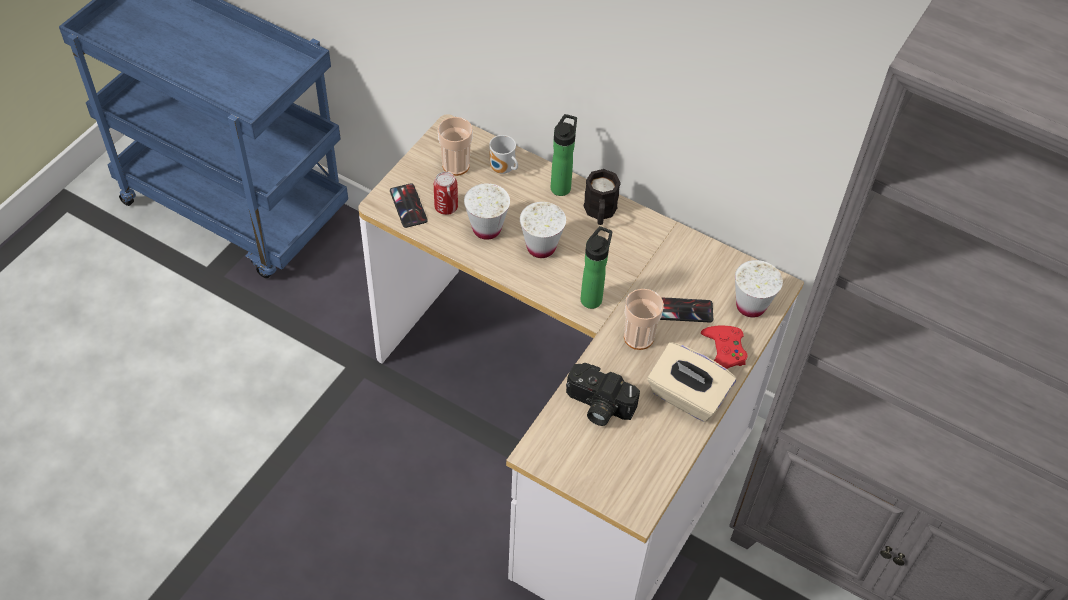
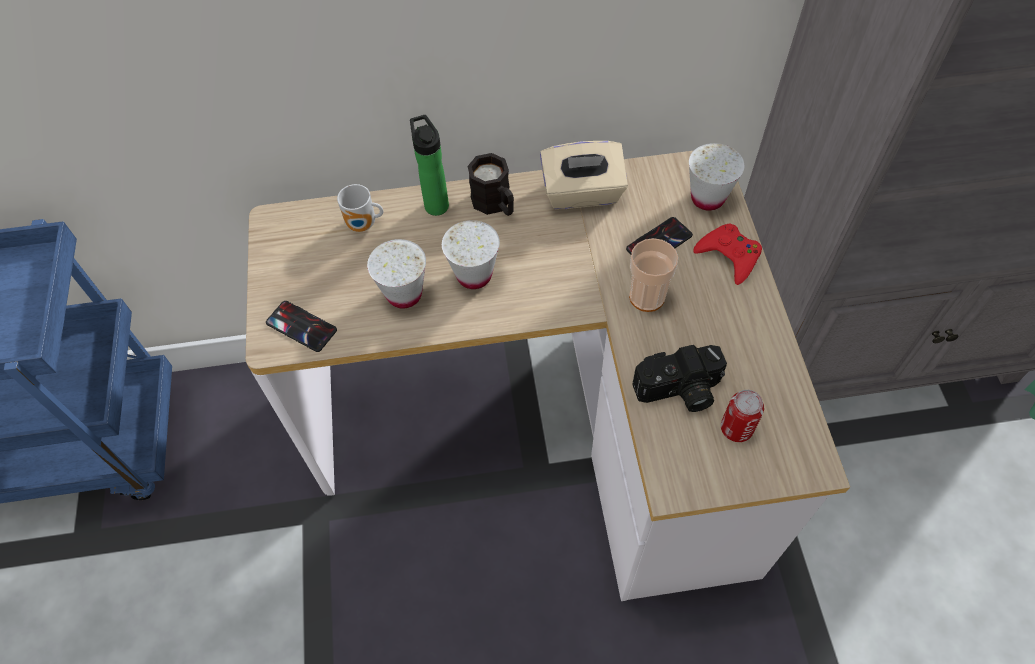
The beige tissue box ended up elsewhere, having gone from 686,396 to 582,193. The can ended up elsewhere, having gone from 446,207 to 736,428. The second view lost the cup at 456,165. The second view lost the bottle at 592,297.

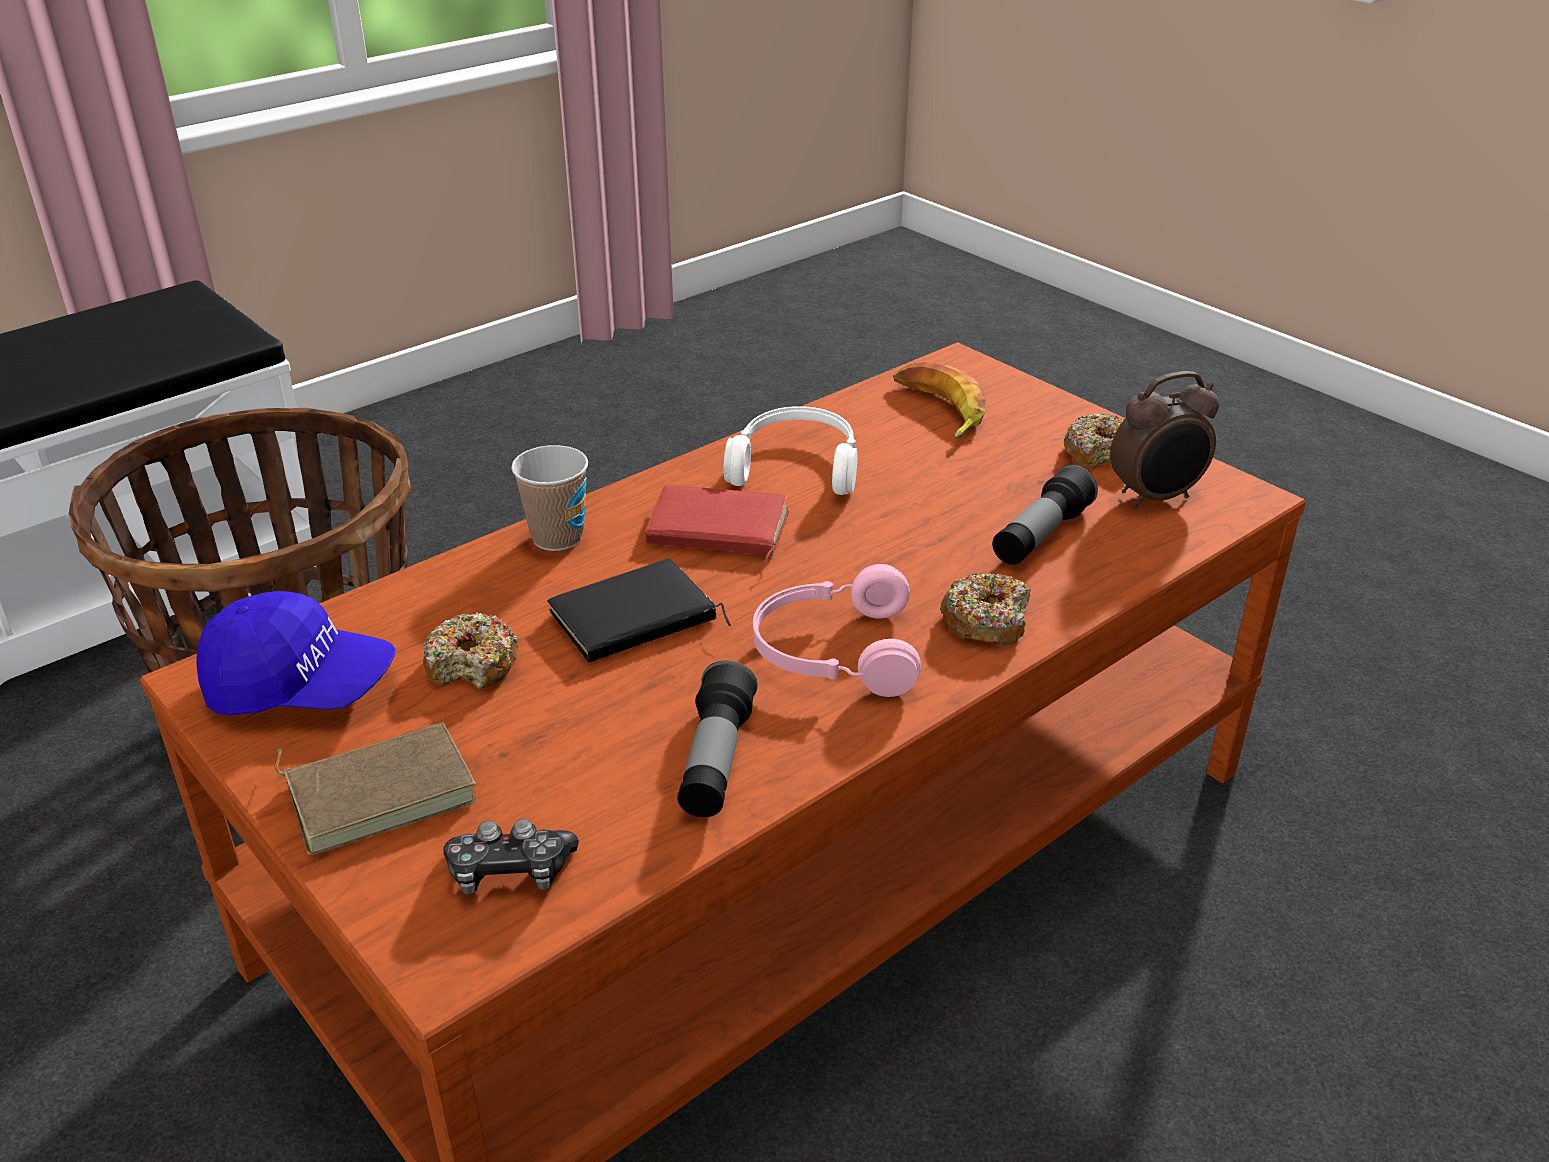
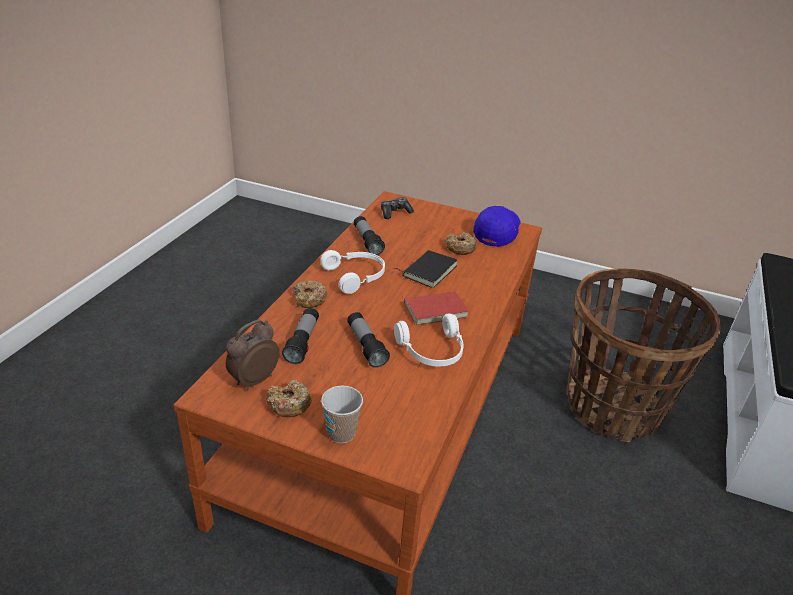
What was the pink headphones at 833,652 turned into the white headphones at 356,276. The cup ended up elsewhere, having gone from 557,537 to 341,433. The second view gained the flashlight at 366,346. The blue cap at 301,687 ended up facing another way, 135 degrees clockwise from before. The second view lost the brown book at 380,790. The second view lost the banana at 938,409.

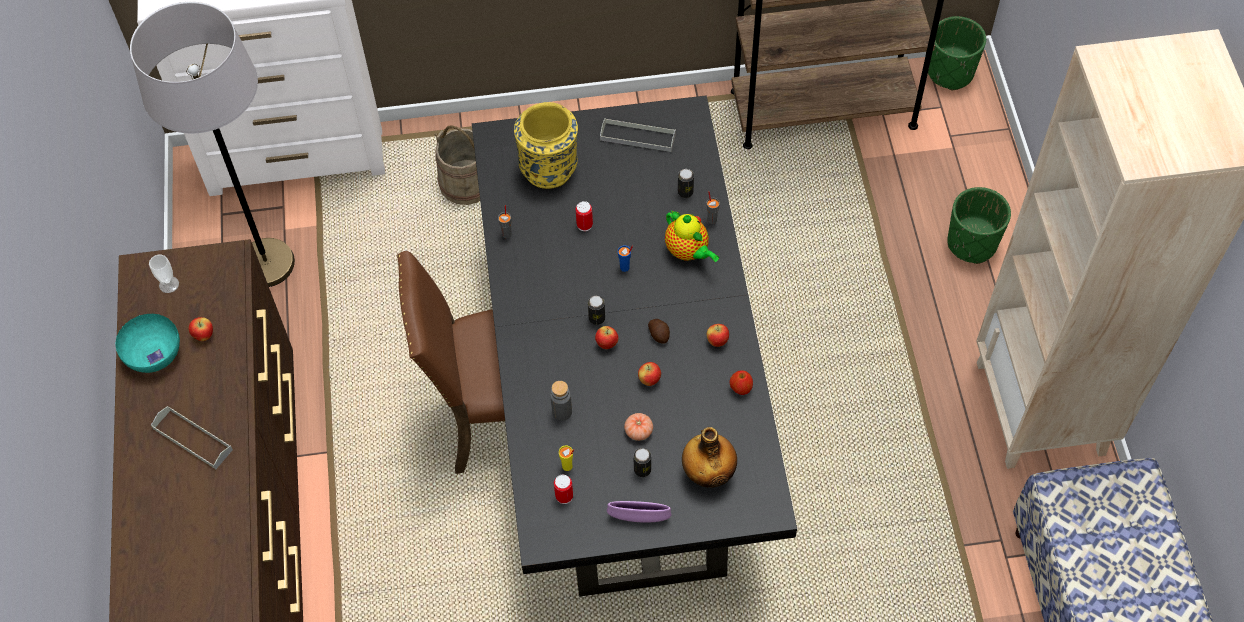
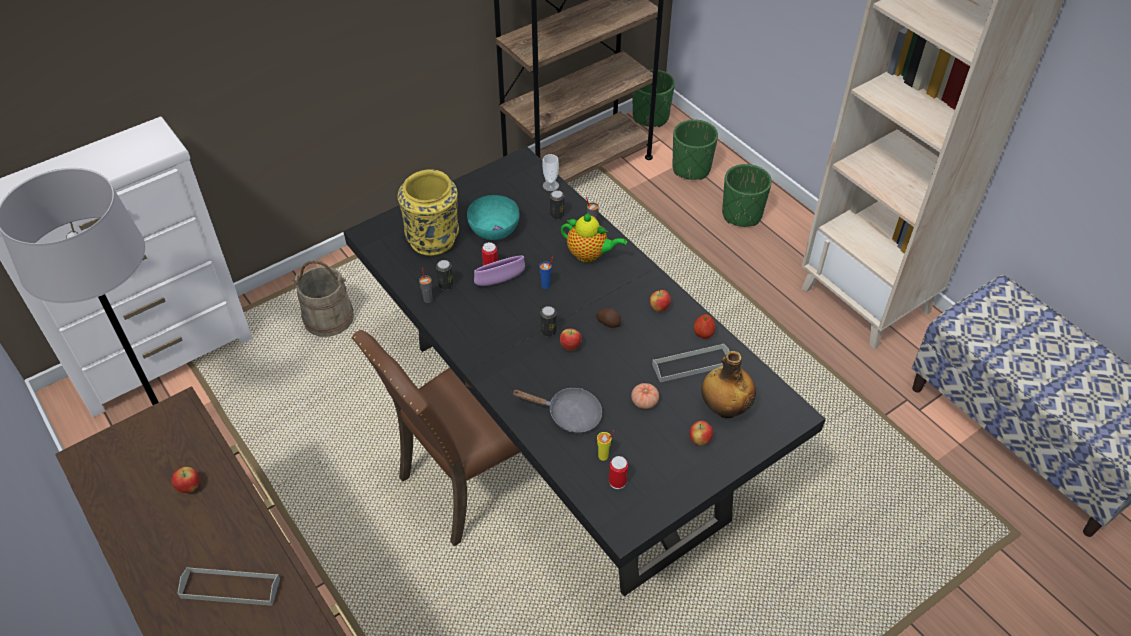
The can ended up elsewhere, having gone from 642,470 to 446,285. The turquoise bowl ended up elsewhere, having gone from 154,353 to 494,229. The purple bowl ended up elsewhere, having gone from 639,517 to 500,280. Where the grey bottle stood at 562,412, the grey frying pan came to stand at 568,415. The cup ended up elsewhere, having gone from 169,284 to 550,185. The grey tray ended up elsewhere, having gone from 638,137 to 691,365. The second view gained the green planter at 691,168. The apple ended up elsewhere, having gone from 649,380 to 699,440.

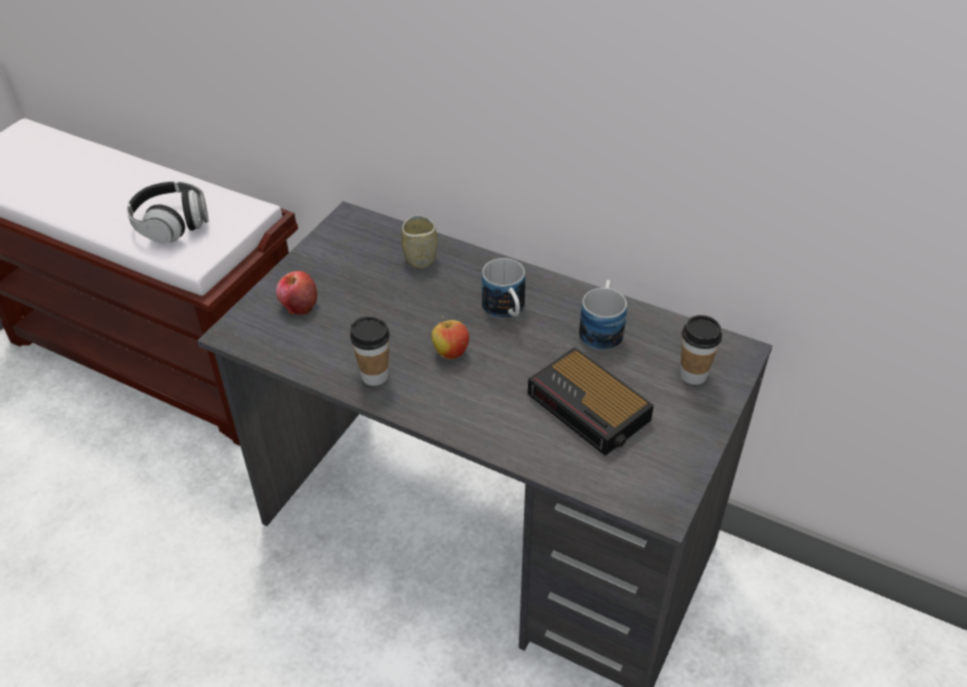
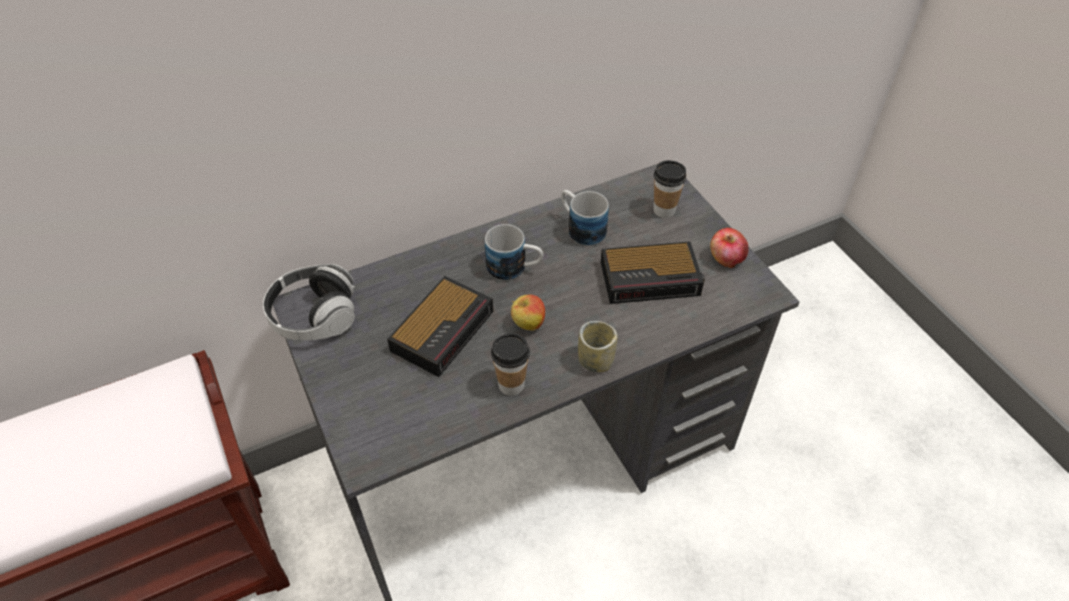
The headphones ended up elsewhere, having gone from 172,224 to 314,316. The second view gained the alarm clock at 444,329. The cup ended up elsewhere, having gone from 420,258 to 595,361. The apple ended up elsewhere, having gone from 299,305 to 726,258.

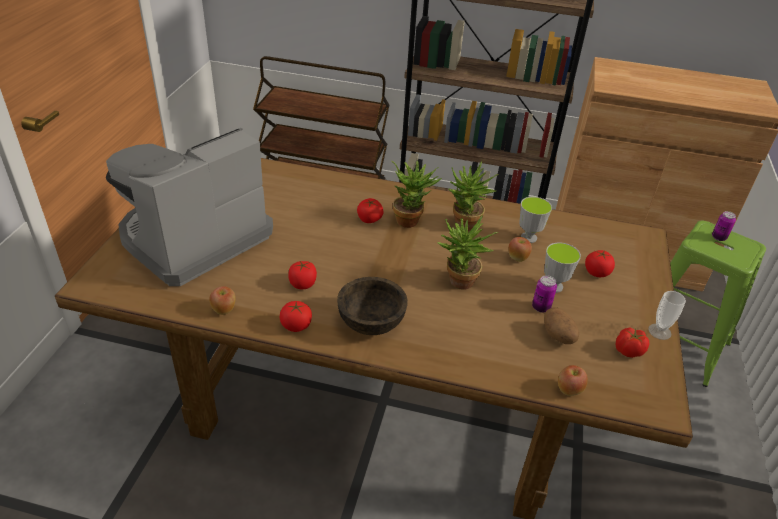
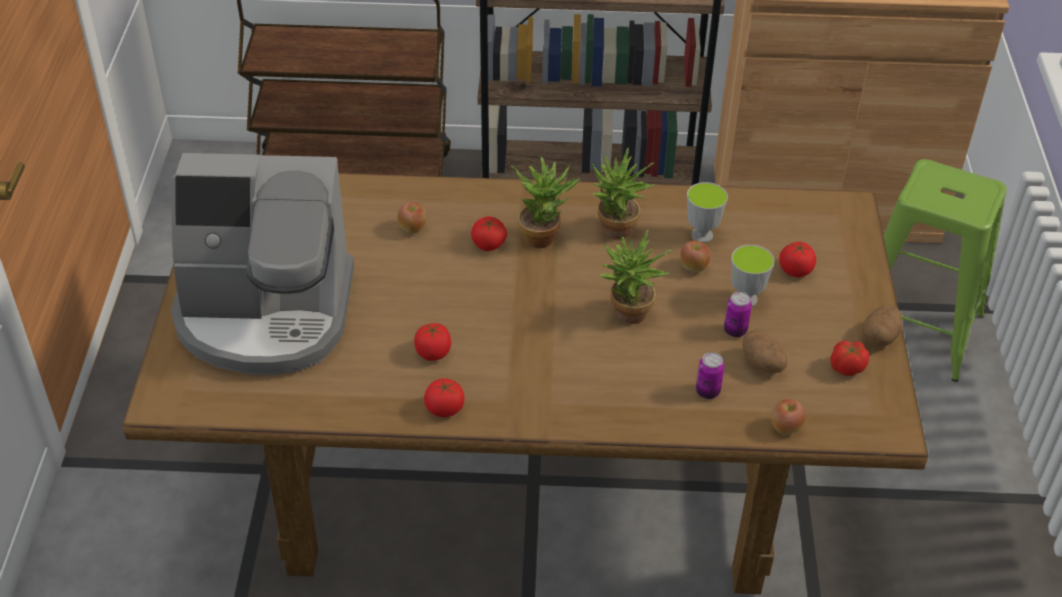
The coffee machine at 193,238 ended up facing another way, 120 degrees counterclockwise from before. The apple ended up elsewhere, having gone from 224,310 to 413,228. The can ended up elsewhere, having gone from 718,237 to 707,391. Where the cup stood at 659,331, the potato came to stand at 880,336. The second view lost the brown bowl at 371,322.

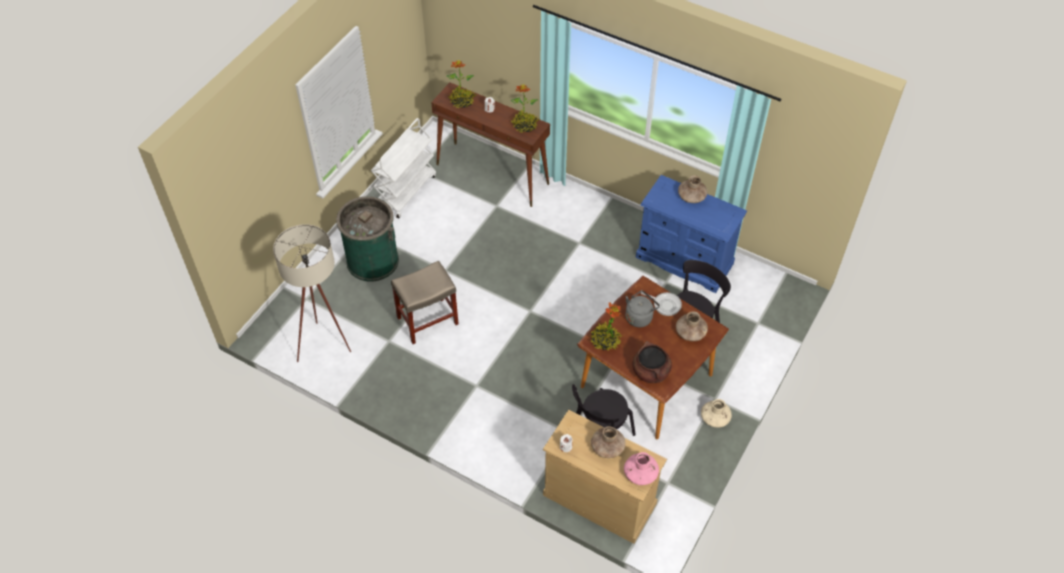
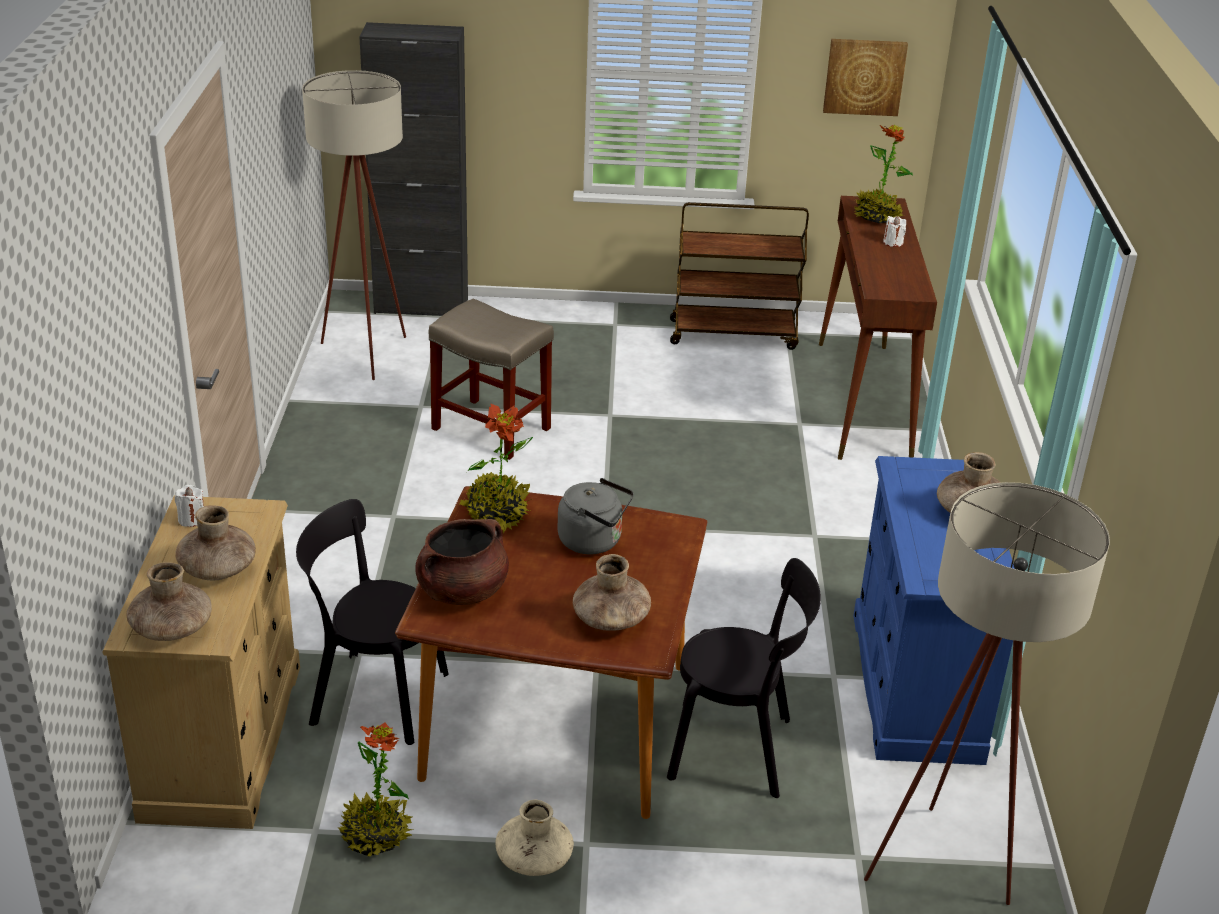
What was the pink vase at 640,473 turned into the brown vase at 172,628. The potted plant ended up elsewhere, having gone from 525,125 to 375,836. The second view gained the black cabinet at 421,306. What was the white cart at 406,191 turned into the brown cart at 734,334. The second view gained the picture at 864,76. The second view gained the beige floor lamp at 949,873. The second view lost the green trash can at 372,260. The second view lost the frying pan at 665,304.

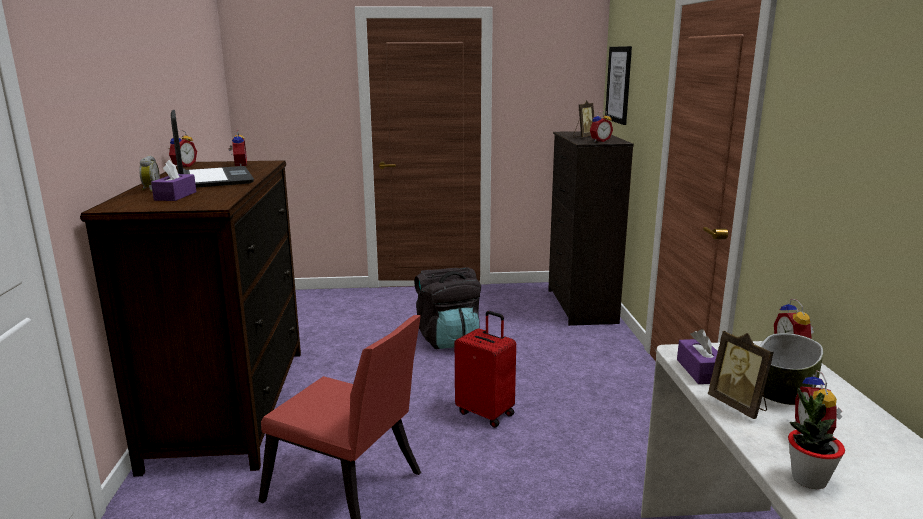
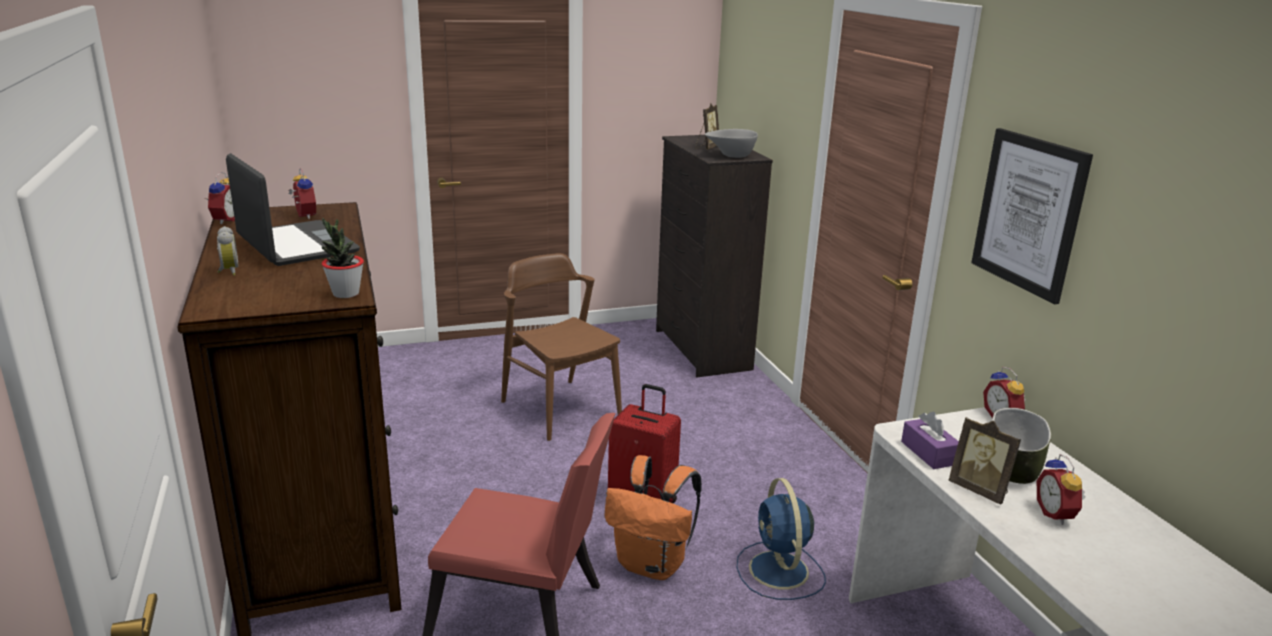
The potted plant ended up elsewhere, having gone from 808,479 to 345,294. Where the black backpack stood at 448,339, the brown chair came to stand at 560,409. The second view gained the orange backpack at 652,565. Where the alarm clock stood at 599,141, the grey bowl came to stand at 731,156. The second view gained the blue fan at 779,572. The picture ended up elsewhere, having gone from 619,84 to 1029,213. The second view lost the purple tissue box at 175,196.

